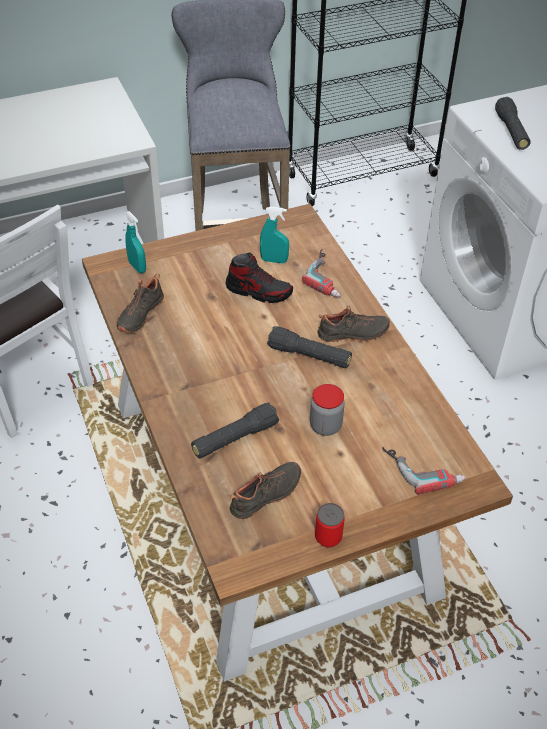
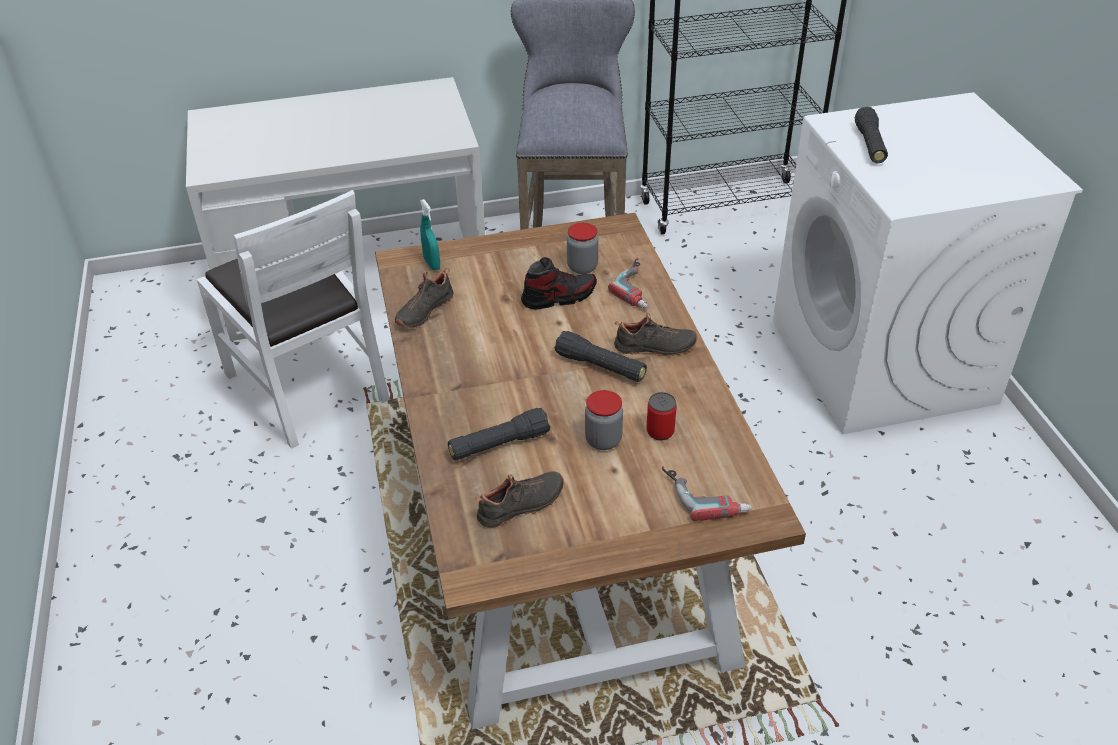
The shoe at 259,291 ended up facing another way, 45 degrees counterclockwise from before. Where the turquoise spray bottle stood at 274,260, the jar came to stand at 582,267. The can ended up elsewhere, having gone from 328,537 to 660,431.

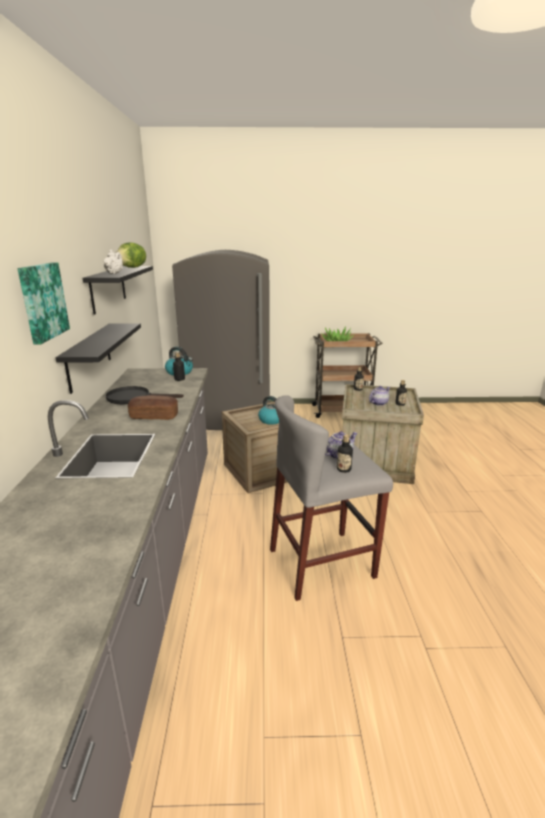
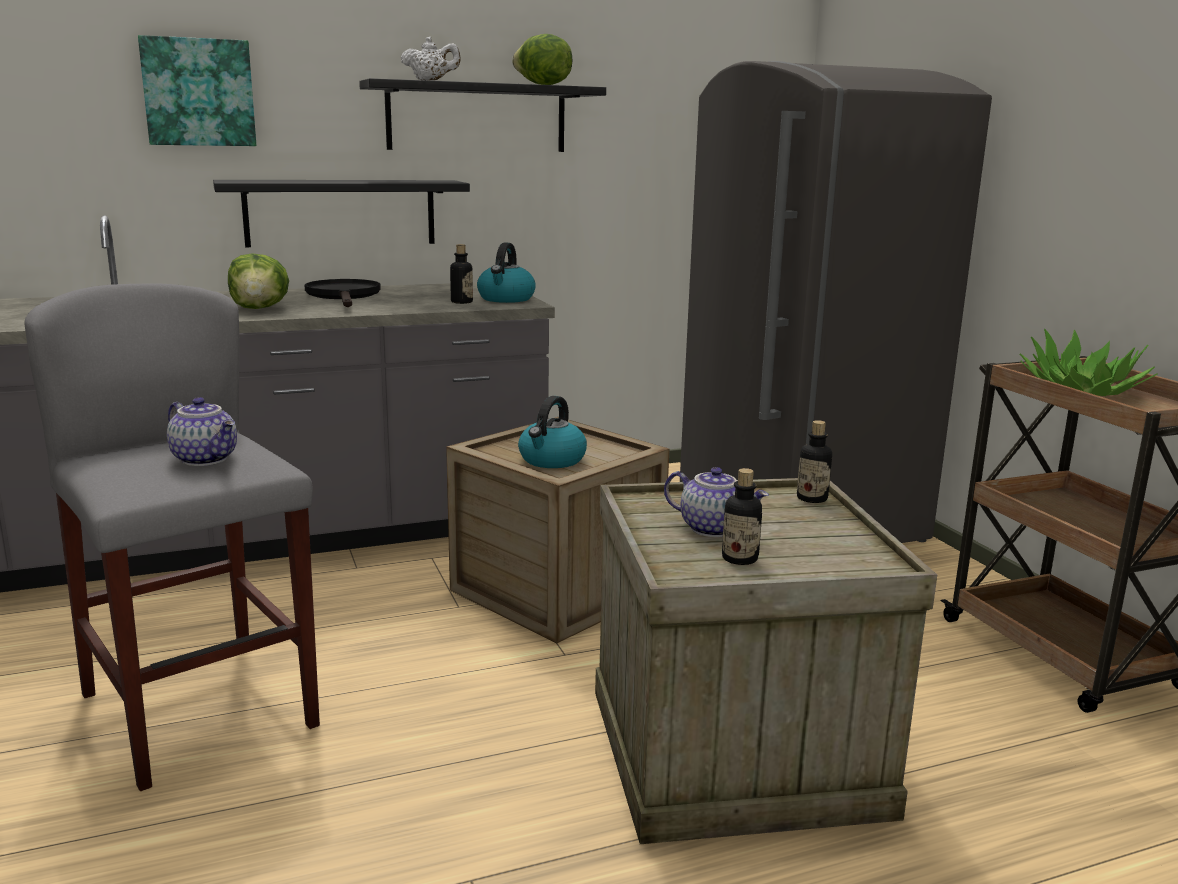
Where the bread stood at 154,416, the lettuce came to stand at 259,309. The second view lost the bottle at 343,469.

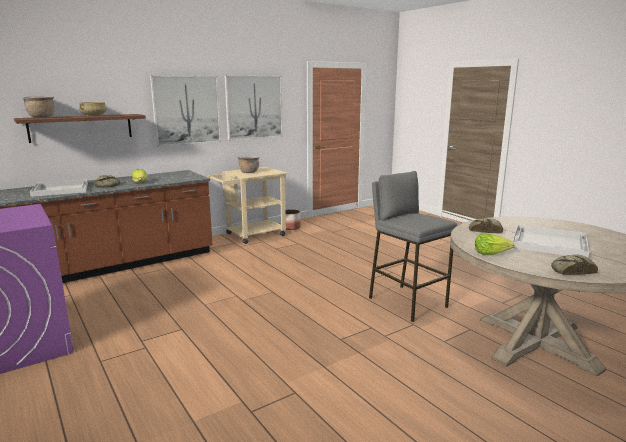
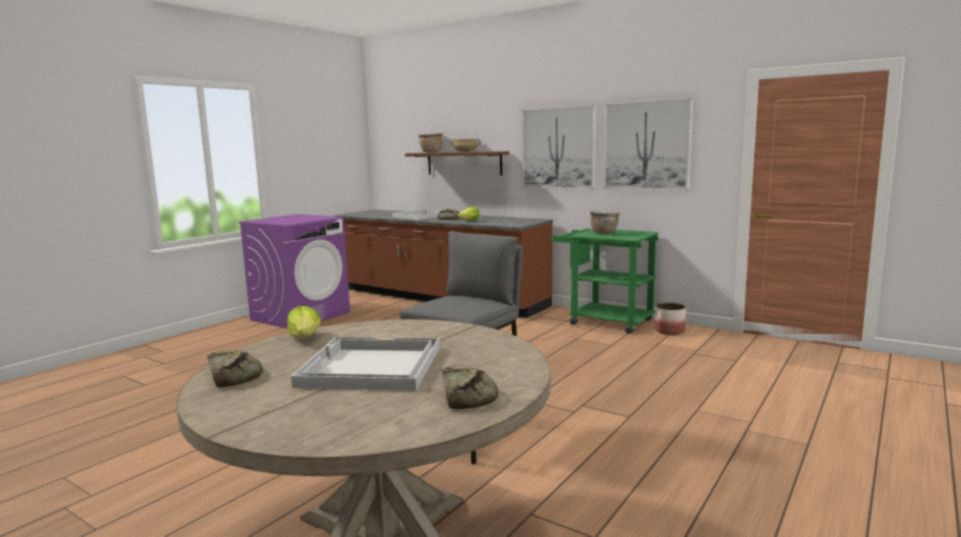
The bread ended up elsewhere, having gone from 485,230 to 466,395. What was the beige cart at 251,235 turned into the green cart at 604,321.

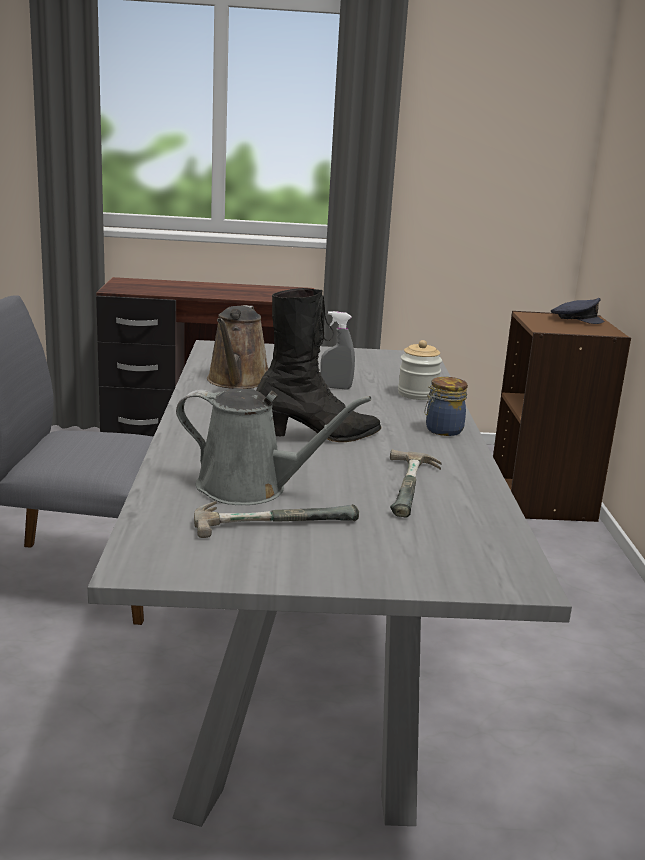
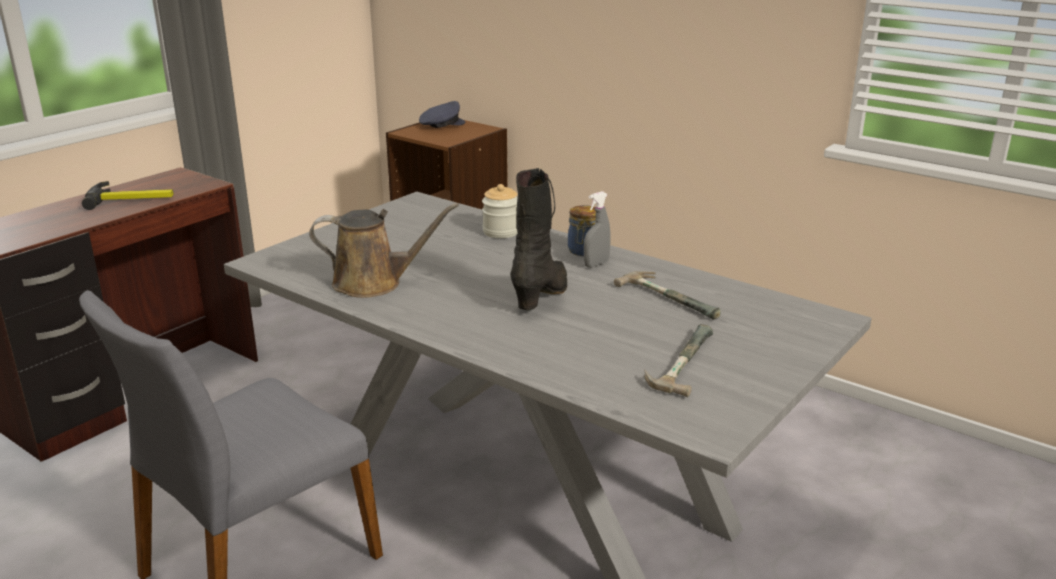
The second view gained the hammer at 132,199. The brown watering can at 237,381 ended up facing another way, 45 degrees counterclockwise from before. The grey spray bottle ended up elsewhere, having gone from 336,387 to 596,264. The second view lost the grey watering can at 250,488.

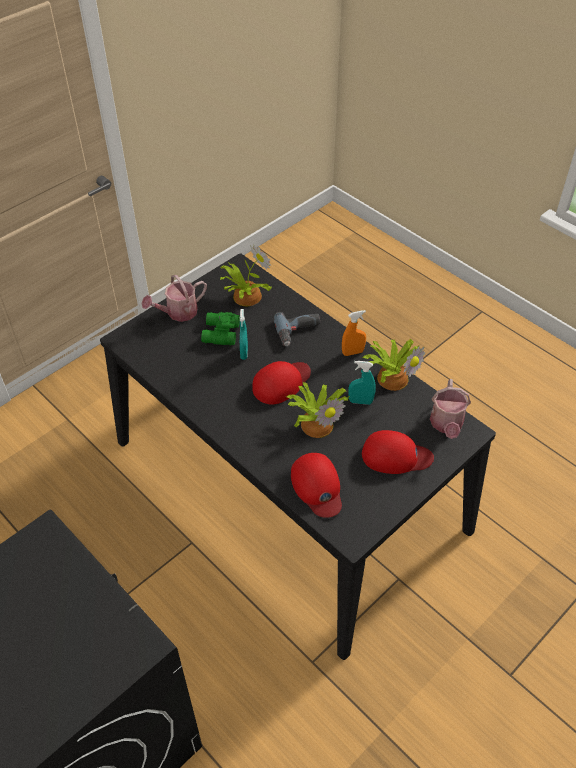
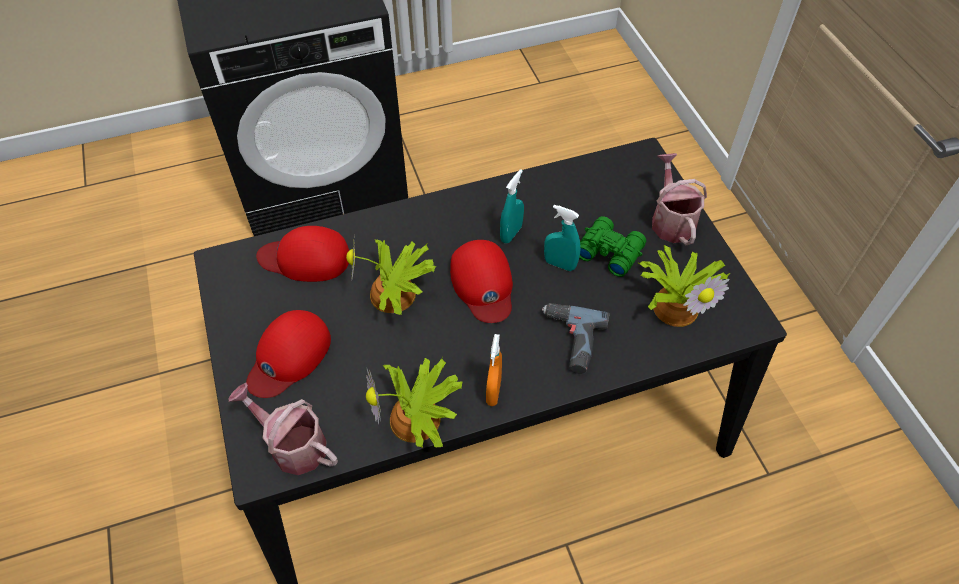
The turquoise spray bottle ended up elsewhere, having gone from 360,401 to 511,234.

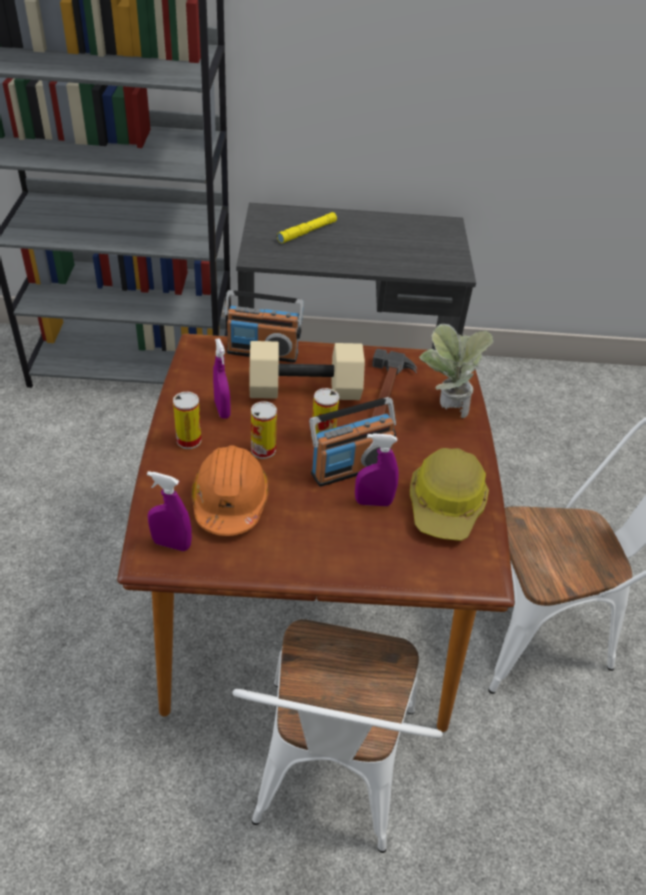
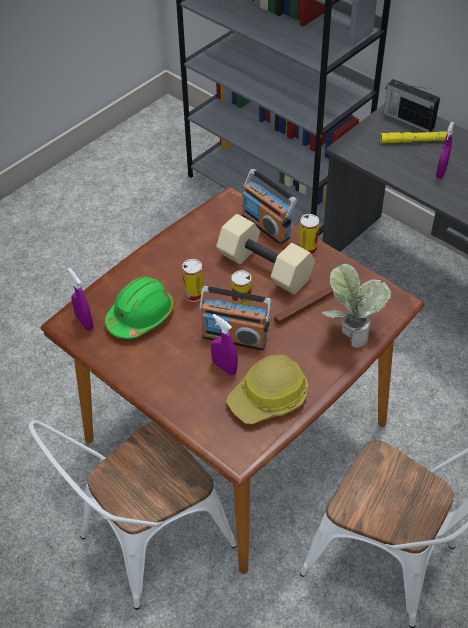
What was the orange hard hat at 230,501 turned into the green hard hat at 141,316. The can ended up elsewhere, having gone from 189,440 to 307,249. The second view gained the radio at 407,120. The purple spray bottle ended up elsewhere, having gone from 222,410 to 441,172.

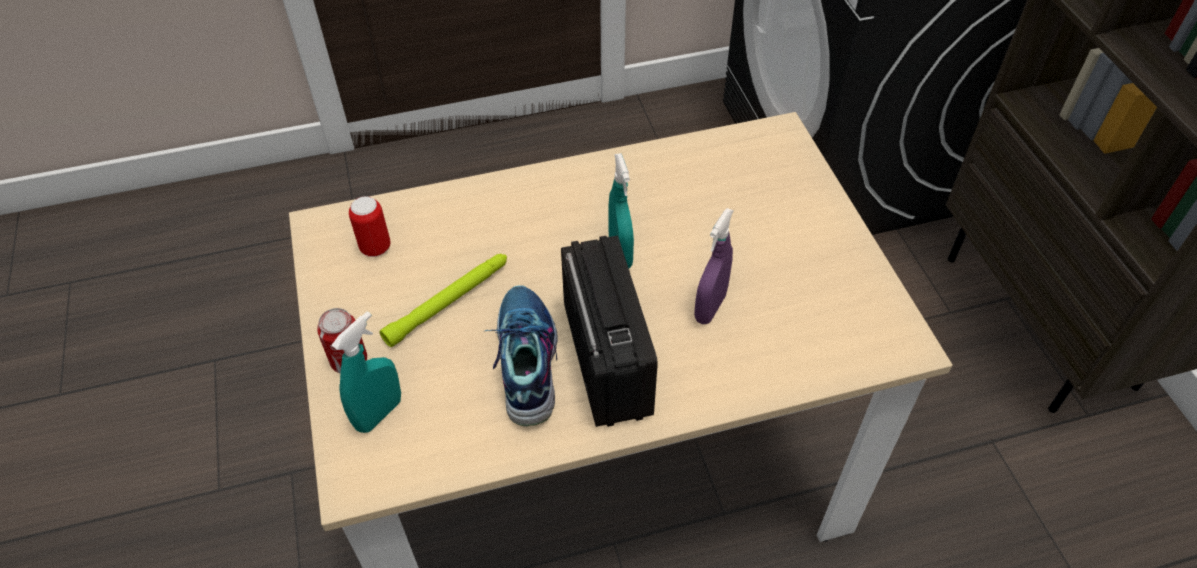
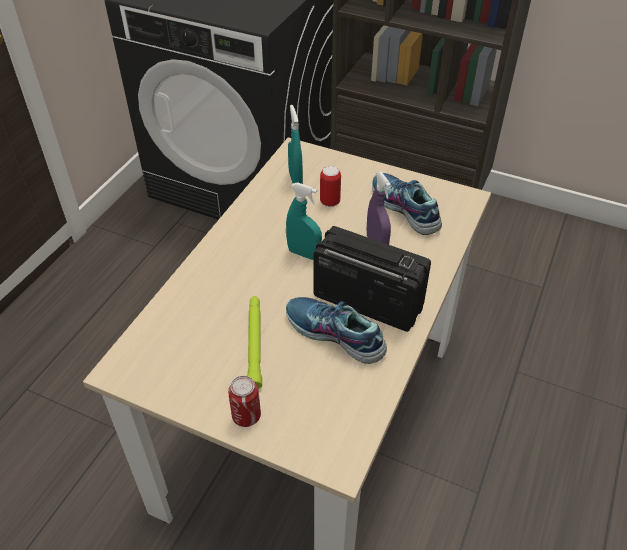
The turquoise spray bottle ended up elsewhere, having gone from 379,413 to 295,179. The can ended up elsewhere, having gone from 375,247 to 330,202. The second view gained the shoe at 404,209.

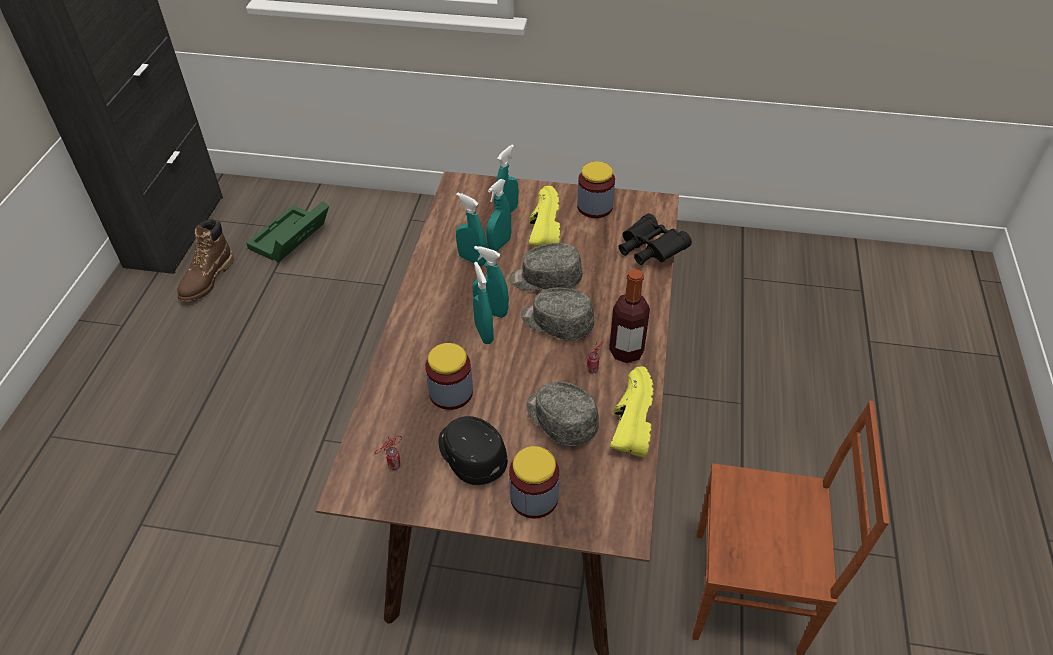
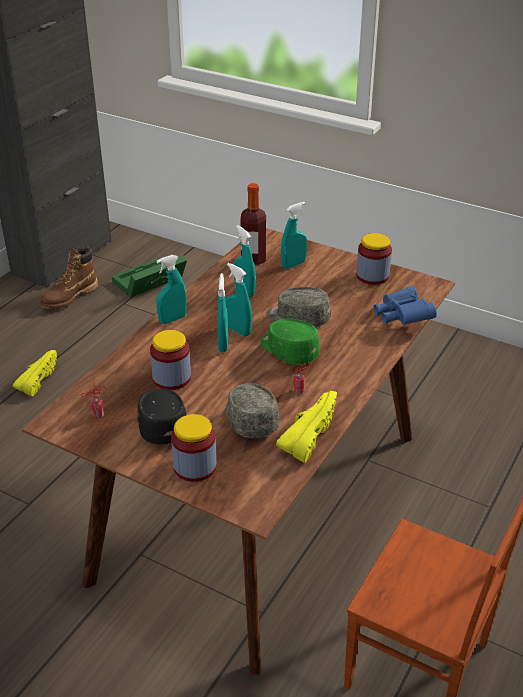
The yellow shoe ended up elsewhere, having gone from 541,229 to 36,379. The turquoise spray bottle ended up elsewhere, having gone from 499,244 to 172,319. The bottle ended up elsewhere, having gone from 626,351 to 253,259. What was the grey cap at 556,323 turned into the green cap at 288,350. What was the black binoculars at 649,251 turned into the blue binoculars at 402,317.

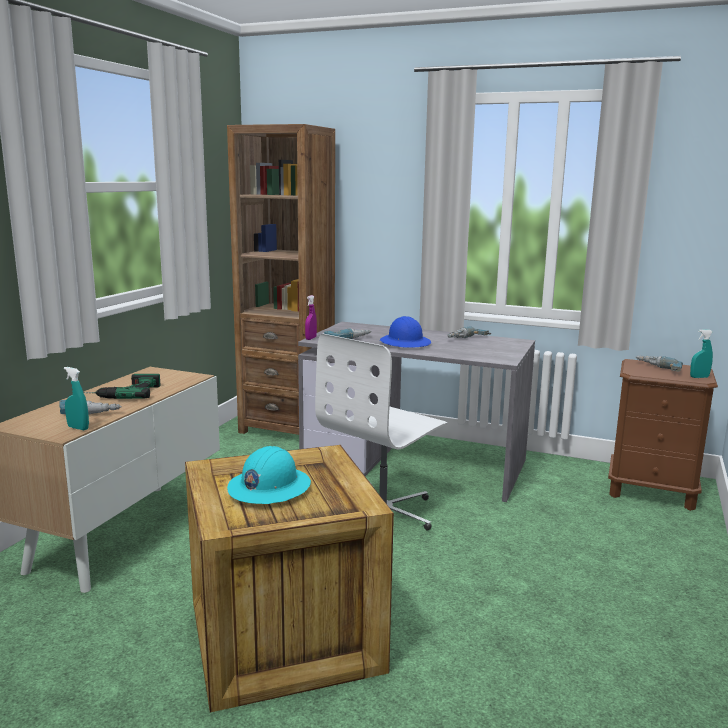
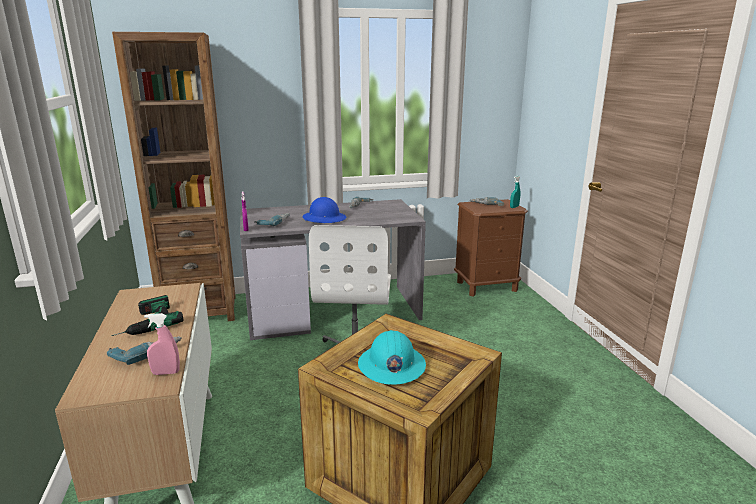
What was the turquoise spray bottle at 78,428 turned into the pink spray bottle at 166,373.

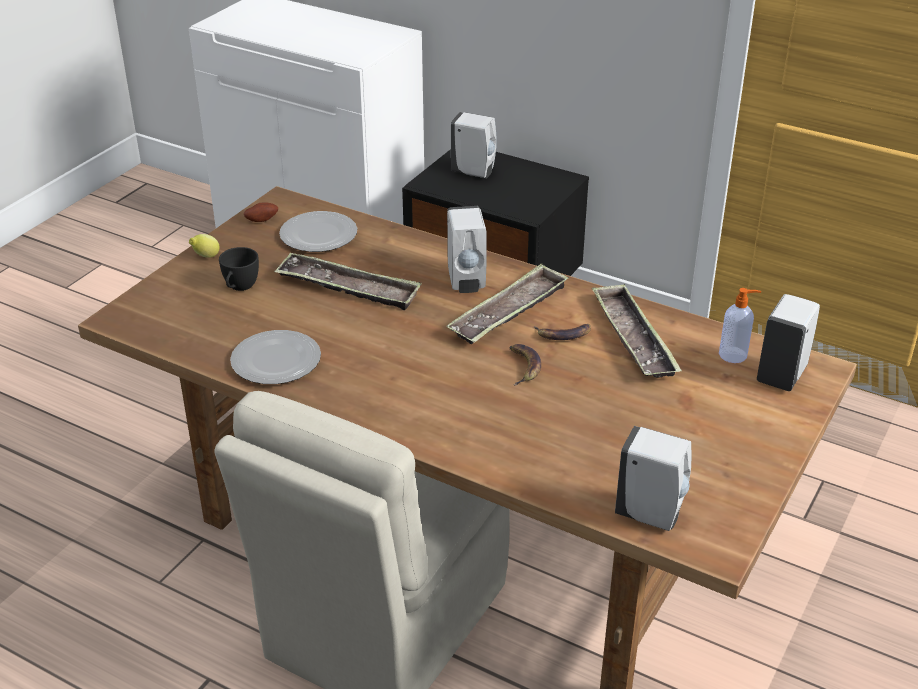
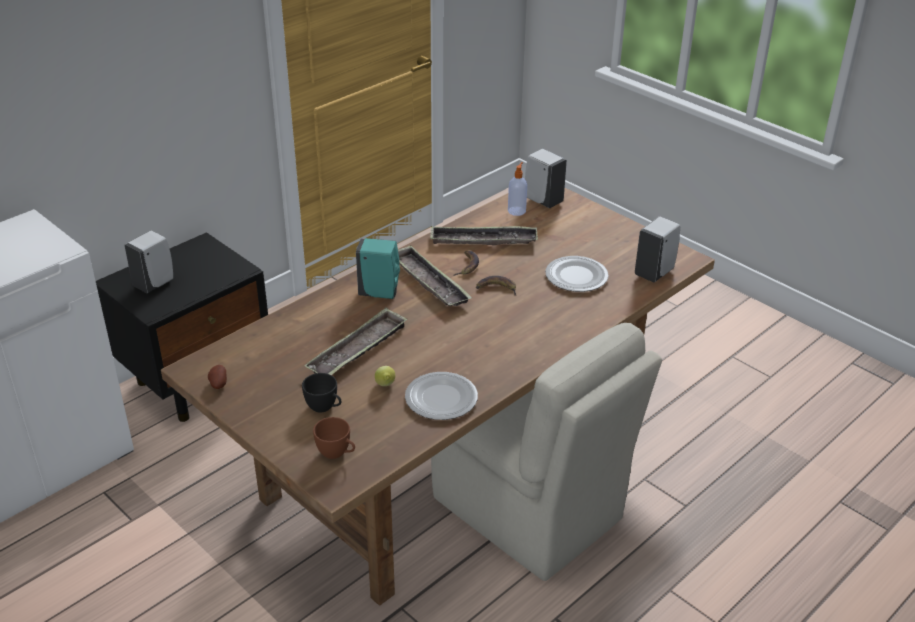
The second view gained the brown cup at 337,453. What was the white soap dispenser at 466,282 turned into the turquoise soap dispenser at 380,293. The lemon ended up elsewhere, having gone from 205,257 to 385,385. The plate ended up elsewhere, having gone from 317,235 to 577,277.

